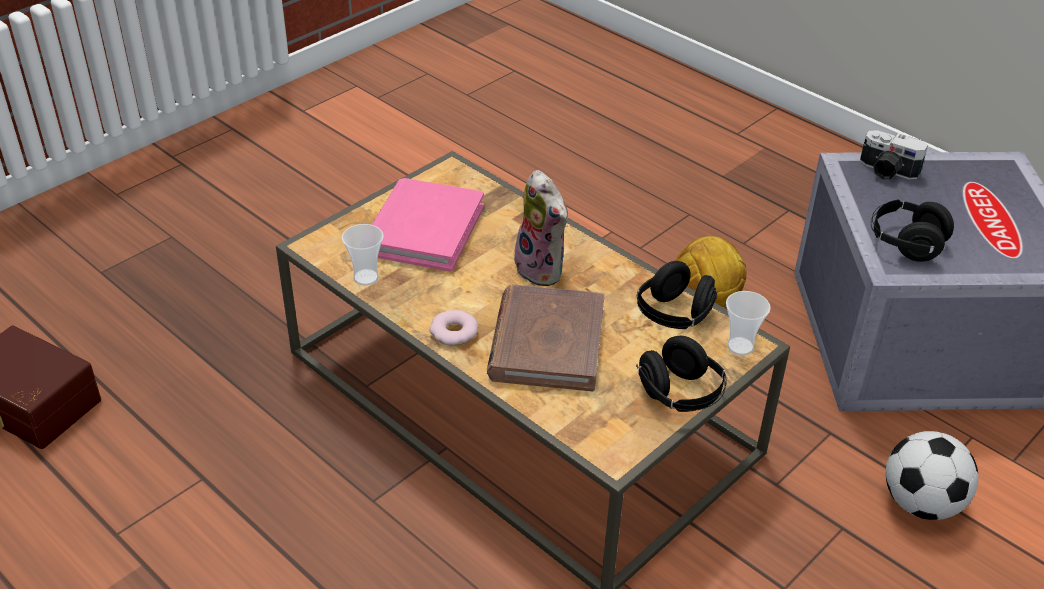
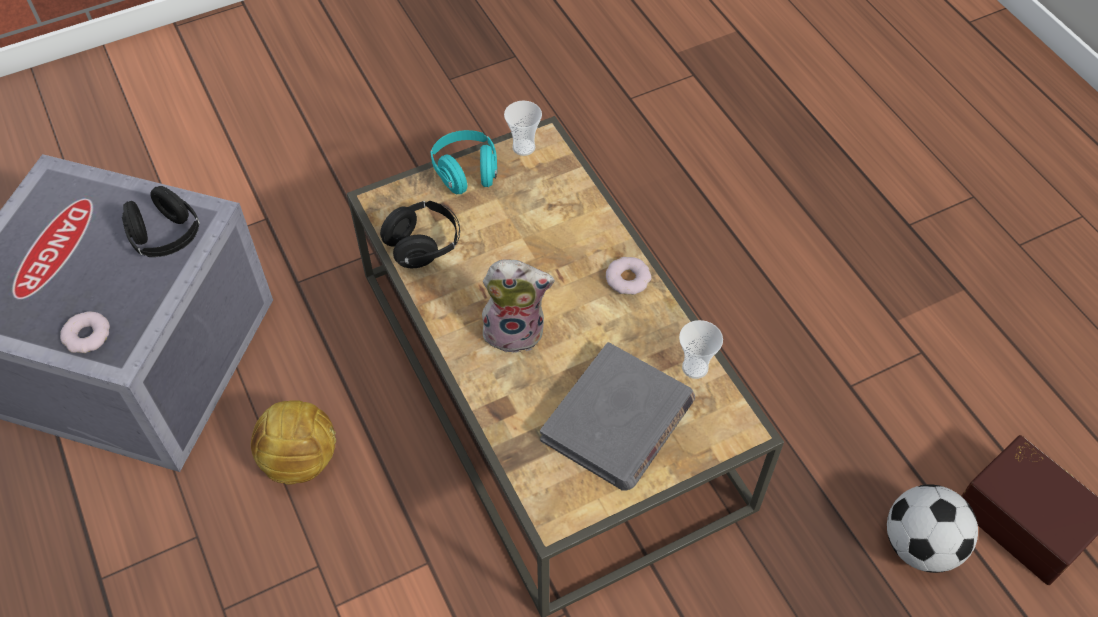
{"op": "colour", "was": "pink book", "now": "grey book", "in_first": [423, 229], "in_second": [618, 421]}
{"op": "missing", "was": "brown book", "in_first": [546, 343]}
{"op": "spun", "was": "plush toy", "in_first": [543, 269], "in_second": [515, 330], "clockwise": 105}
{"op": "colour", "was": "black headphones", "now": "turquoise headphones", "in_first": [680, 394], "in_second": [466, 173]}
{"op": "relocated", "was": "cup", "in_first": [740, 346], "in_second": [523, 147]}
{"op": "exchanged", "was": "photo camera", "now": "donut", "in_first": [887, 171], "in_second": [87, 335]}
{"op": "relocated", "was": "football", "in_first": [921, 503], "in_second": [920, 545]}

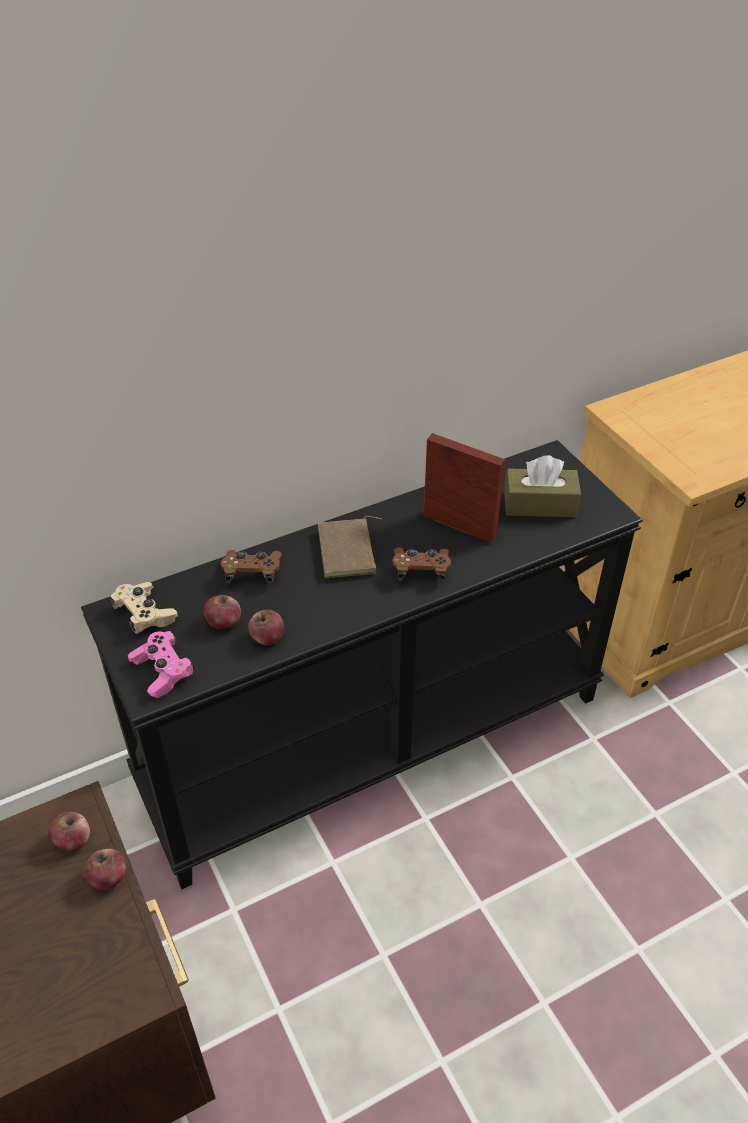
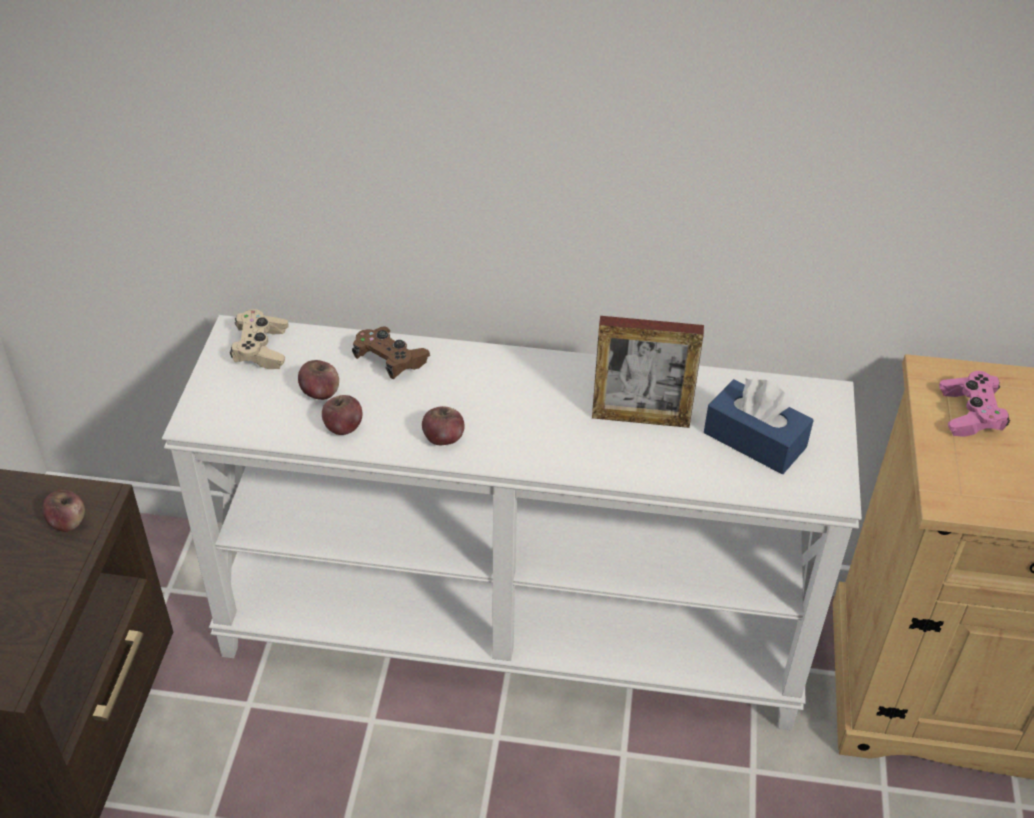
{"op": "colour", "was": "black console table", "now": "white console table", "in_first": [373, 738], "in_second": [514, 627]}
{"op": "relocated", "was": "apple", "in_first": [108, 877], "in_second": [443, 438]}
{"op": "relocated", "was": "pink game controller", "in_first": [163, 671], "in_second": [969, 414]}
{"op": "missing", "was": "brown book", "in_first": [349, 551]}
{"op": "missing", "was": "brown game controller", "in_first": [421, 571]}
{"op": "spun", "was": "picture frame", "in_first": [459, 526], "in_second": [640, 418], "clockwise": 120}
{"op": "colour", "was": "brown tissue box", "now": "blue tissue box", "in_first": [539, 504], "in_second": [754, 440]}

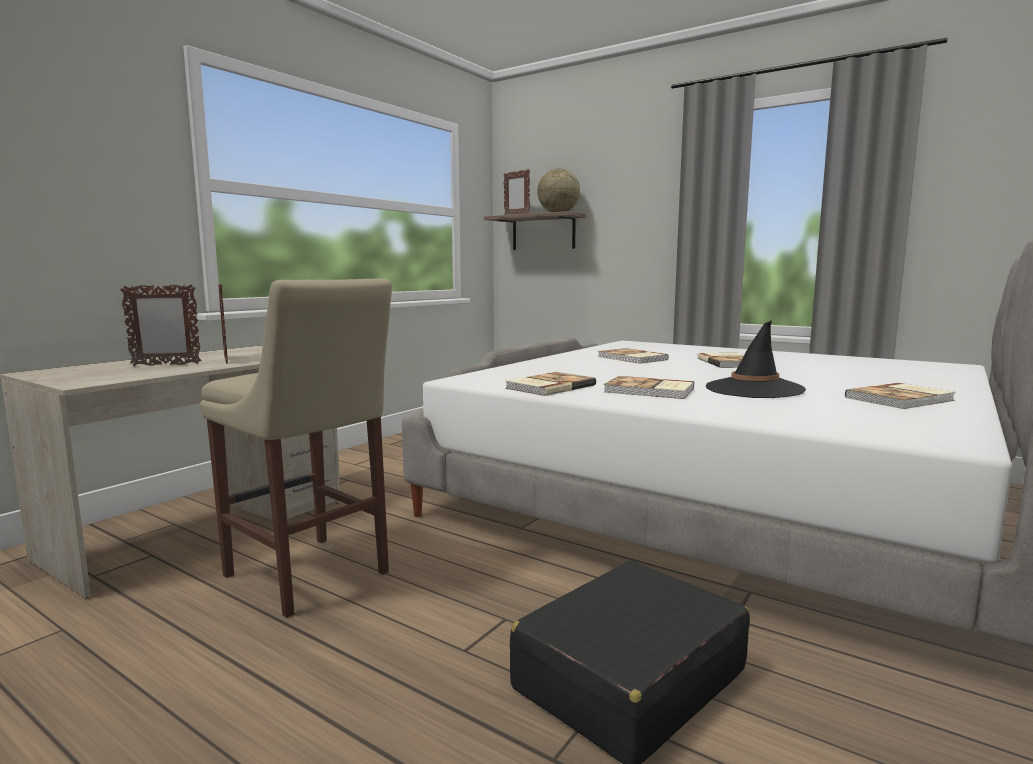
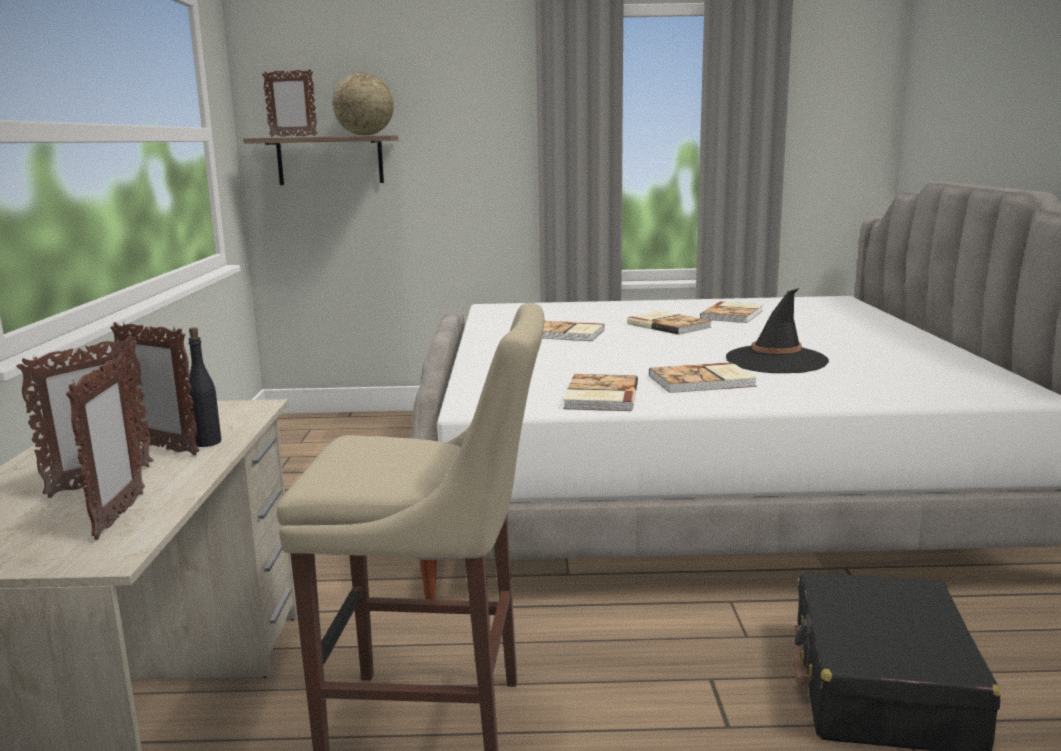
{"op": "relocated", "was": "book", "in_first": [901, 399], "in_second": [733, 315]}
{"op": "appeared", "now": "picture frame", "in_second": [119, 516]}
{"op": "appeared", "now": "black bottle", "in_second": [206, 442]}

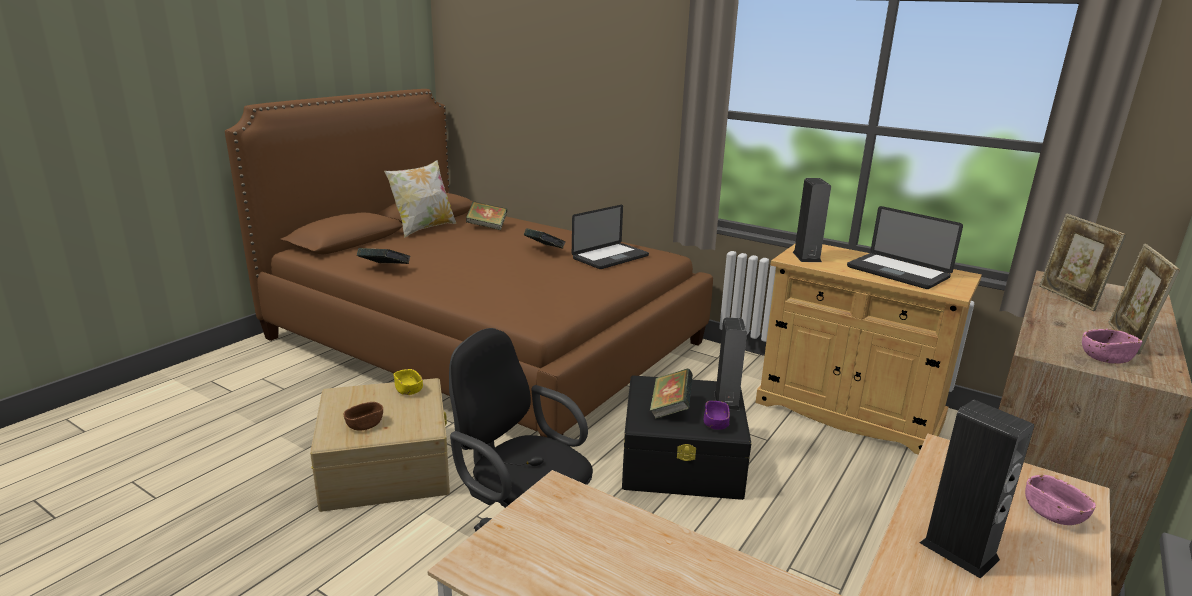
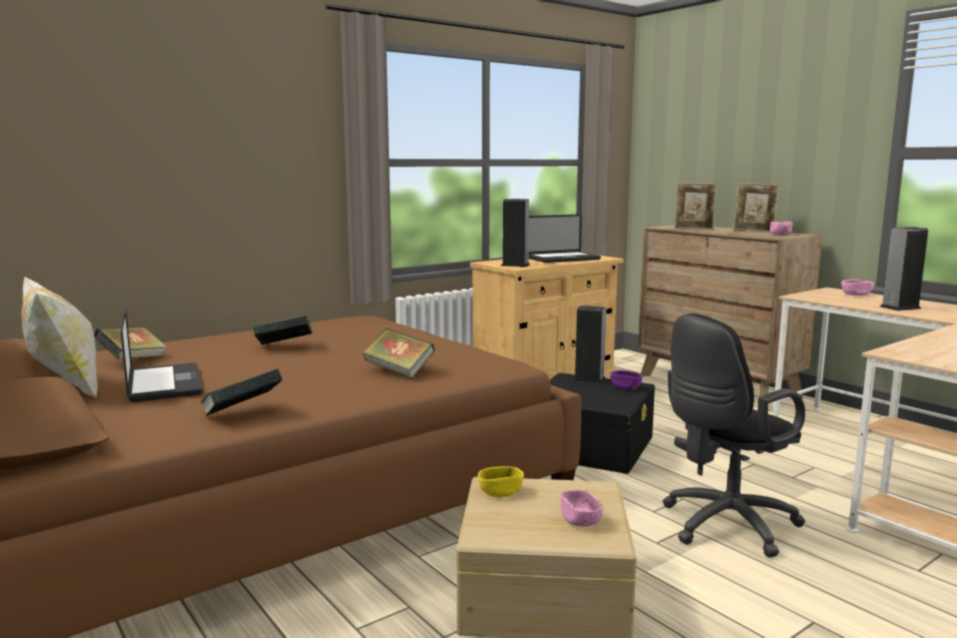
{"op": "colour", "was": "brown bowl", "now": "pink bowl", "in_first": [365, 425], "in_second": [580, 520]}
{"op": "relocated", "was": "laptop", "in_first": [610, 257], "in_second": [164, 384]}
{"op": "relocated", "was": "book", "in_first": [670, 408], "in_second": [399, 371]}

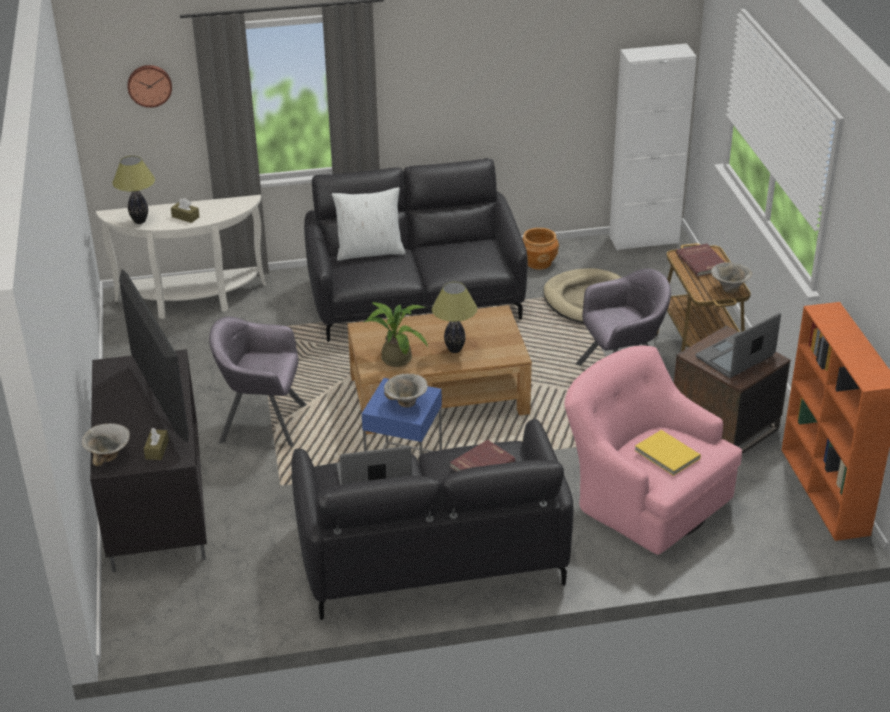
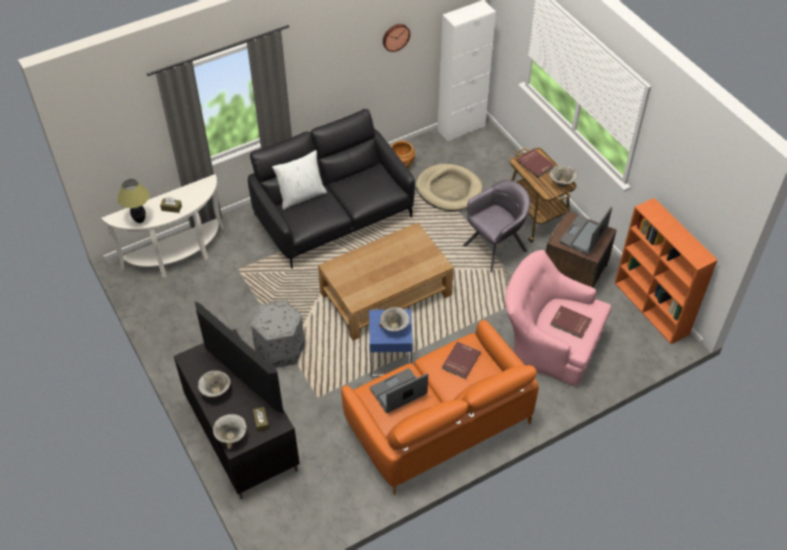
{"op": "relocated", "was": "wall clock", "in_first": [149, 85], "in_second": [395, 36]}
{"op": "exchanged", "was": "grey armchair", "now": "grey ottoman", "in_first": [262, 423], "in_second": [280, 349]}
{"op": "colour", "was": "black sofa", "now": "orange sofa", "in_first": [430, 550], "in_second": [437, 421]}
{"op": "missing", "was": "potted plant", "in_first": [395, 356]}
{"op": "missing", "was": "table lamp", "in_first": [454, 349]}
{"op": "colour", "was": "yellow book", "now": "red book", "in_first": [666, 455], "in_second": [570, 323]}
{"op": "appeared", "now": "bowl", "in_second": [215, 392]}

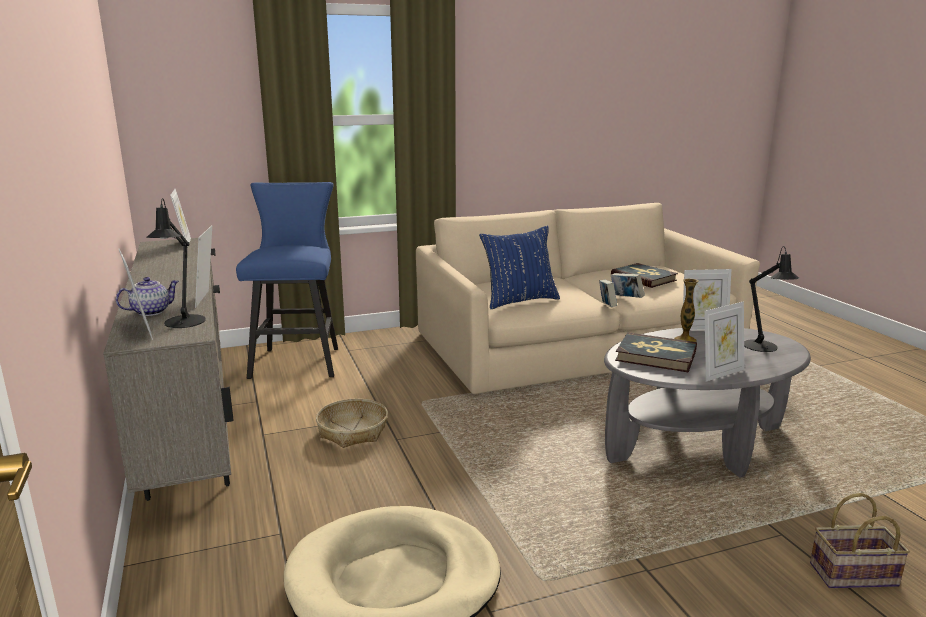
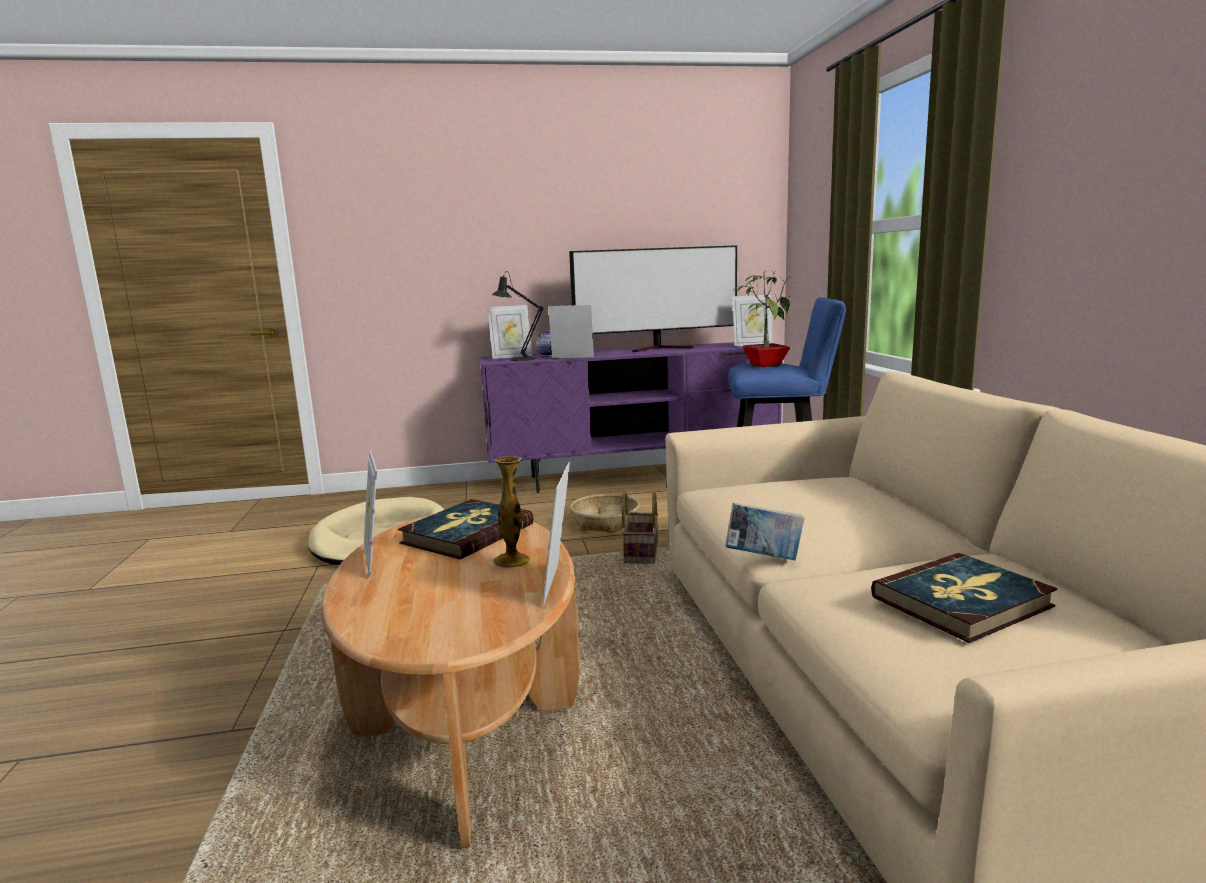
{"op": "colour", "was": "beige tv stand", "now": "purple tv stand", "in_first": [189, 426], "in_second": [635, 476]}
{"op": "missing", "was": "blue pillow", "in_first": [519, 301]}
{"op": "colour", "was": "grey coffee table", "now": "brown coffee table", "in_first": [696, 445], "in_second": [466, 722]}
{"op": "missing", "was": "book", "in_first": [626, 298]}
{"op": "missing", "was": "black table lamp", "in_first": [763, 347]}
{"op": "relocated", "was": "basket", "in_first": [852, 576], "in_second": [640, 553]}
{"op": "appeared", "now": "television", "in_second": [662, 348]}
{"op": "appeared", "now": "potted plant", "in_second": [764, 365]}

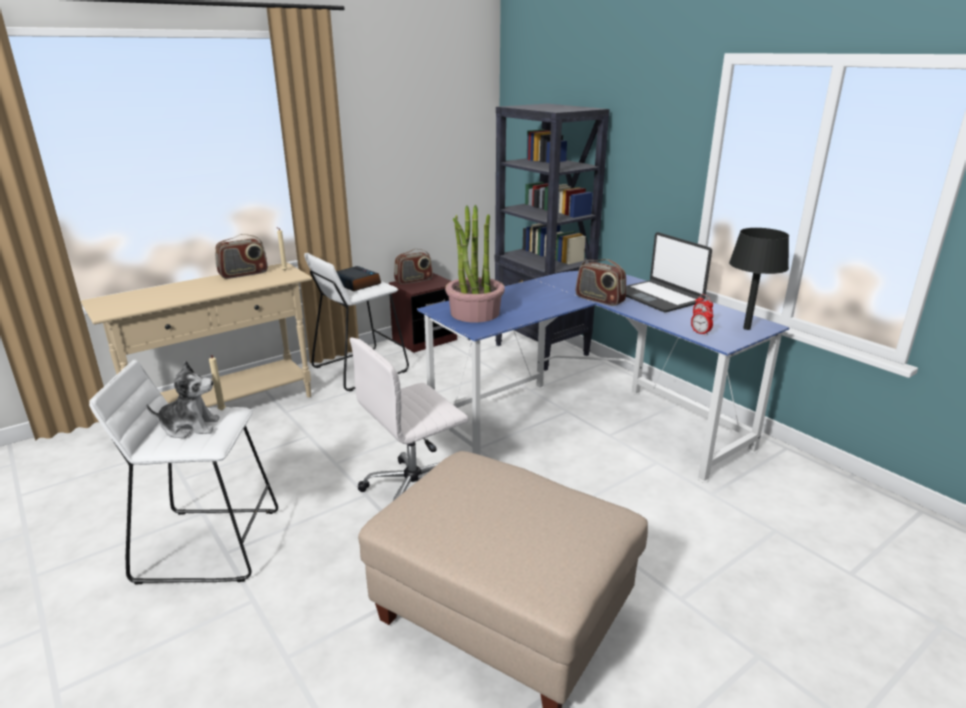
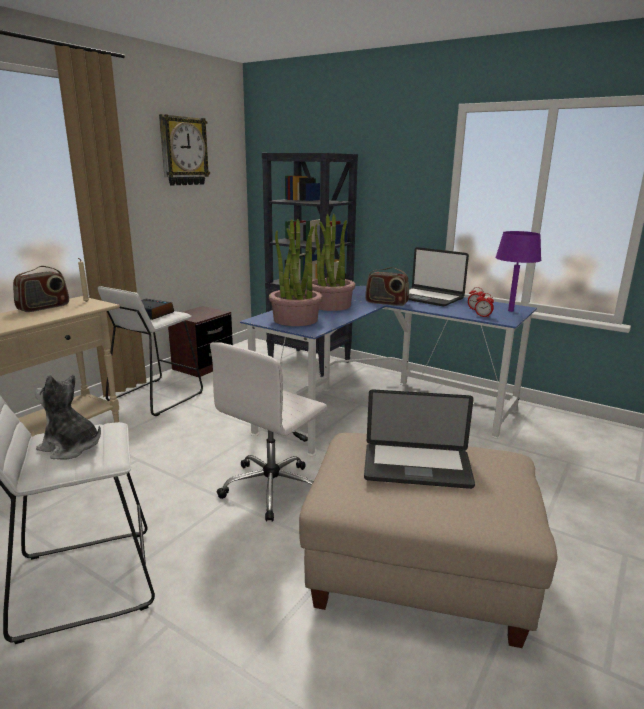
{"op": "spun", "was": "plush toy", "in_first": [190, 427], "in_second": [71, 447], "clockwise": -135}
{"op": "missing", "was": "beige candle", "in_first": [222, 411]}
{"op": "missing", "was": "radio", "in_first": [413, 280]}
{"op": "colour", "was": "black table lamp", "now": "purple table lamp", "in_first": [746, 328], "in_second": [510, 310]}
{"op": "appeared", "now": "wall clock", "in_second": [183, 151]}
{"op": "appeared", "now": "potted plant", "in_second": [330, 305]}
{"op": "appeared", "now": "laptop", "in_second": [417, 467]}

